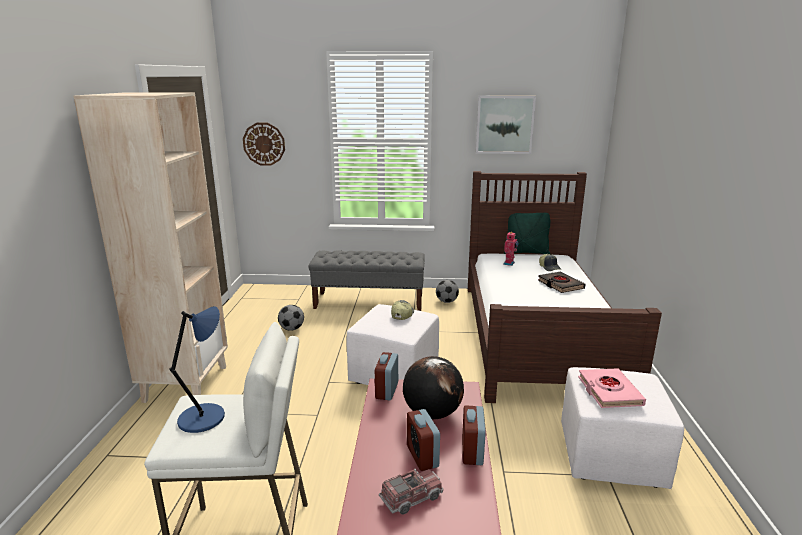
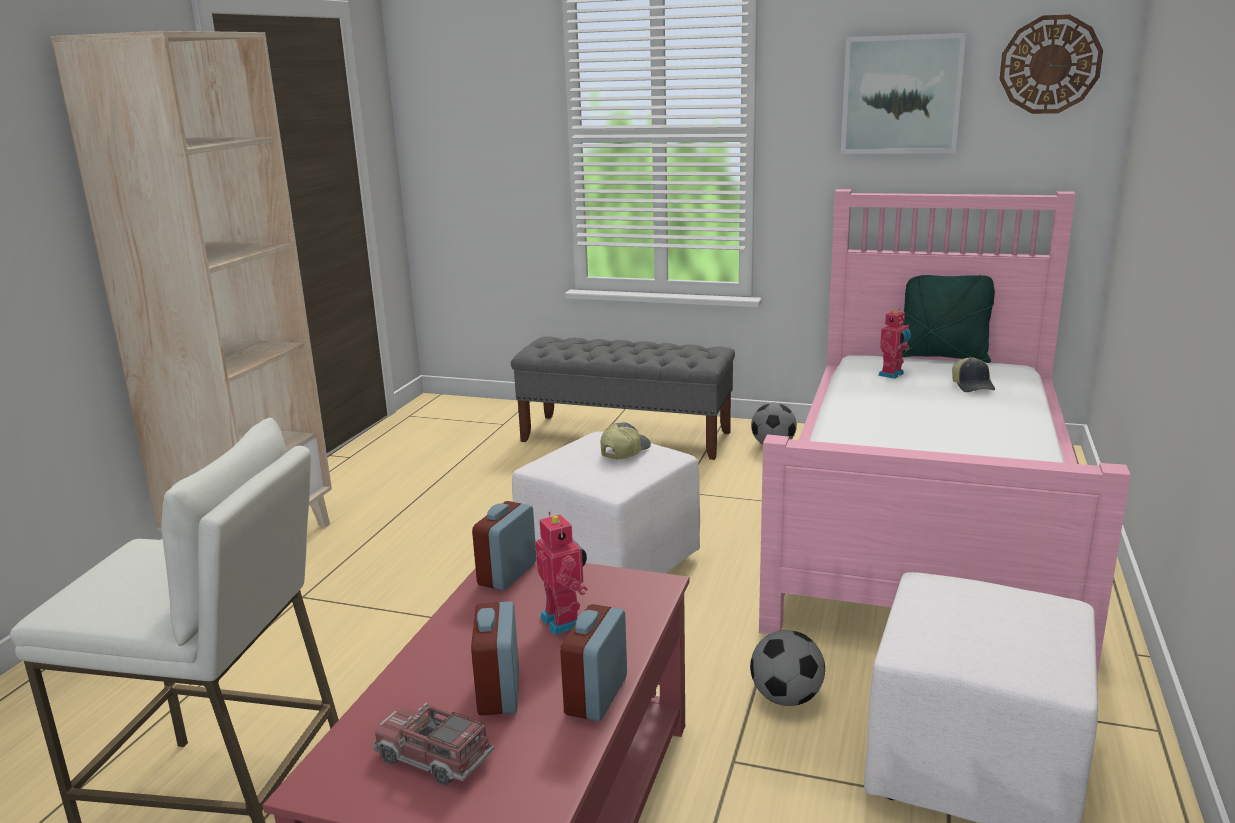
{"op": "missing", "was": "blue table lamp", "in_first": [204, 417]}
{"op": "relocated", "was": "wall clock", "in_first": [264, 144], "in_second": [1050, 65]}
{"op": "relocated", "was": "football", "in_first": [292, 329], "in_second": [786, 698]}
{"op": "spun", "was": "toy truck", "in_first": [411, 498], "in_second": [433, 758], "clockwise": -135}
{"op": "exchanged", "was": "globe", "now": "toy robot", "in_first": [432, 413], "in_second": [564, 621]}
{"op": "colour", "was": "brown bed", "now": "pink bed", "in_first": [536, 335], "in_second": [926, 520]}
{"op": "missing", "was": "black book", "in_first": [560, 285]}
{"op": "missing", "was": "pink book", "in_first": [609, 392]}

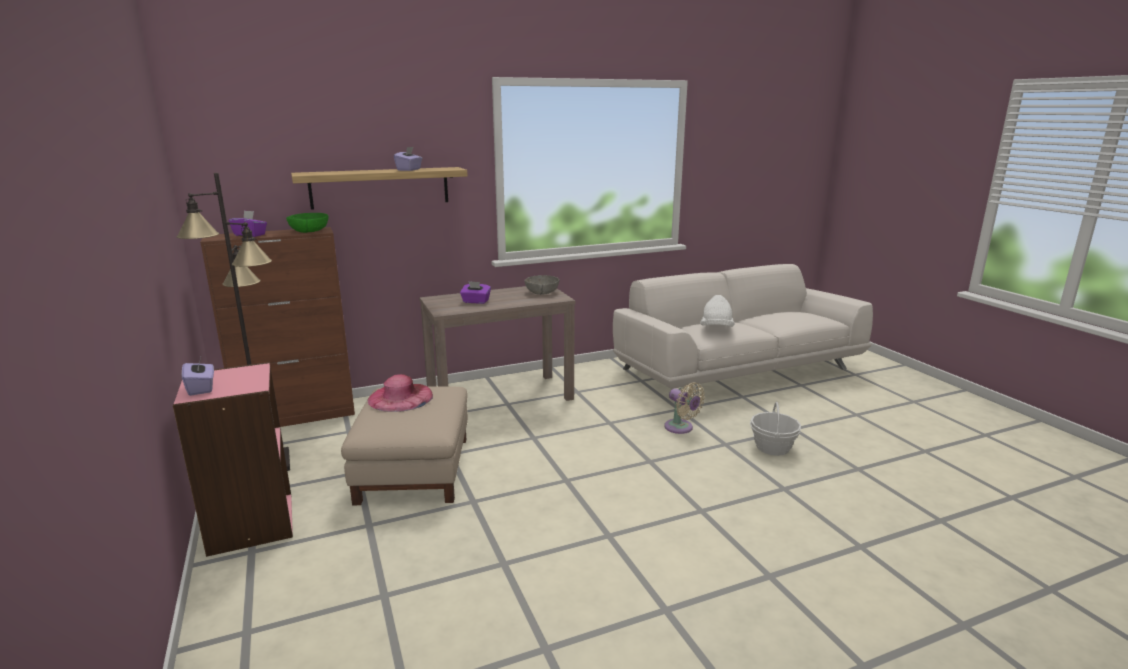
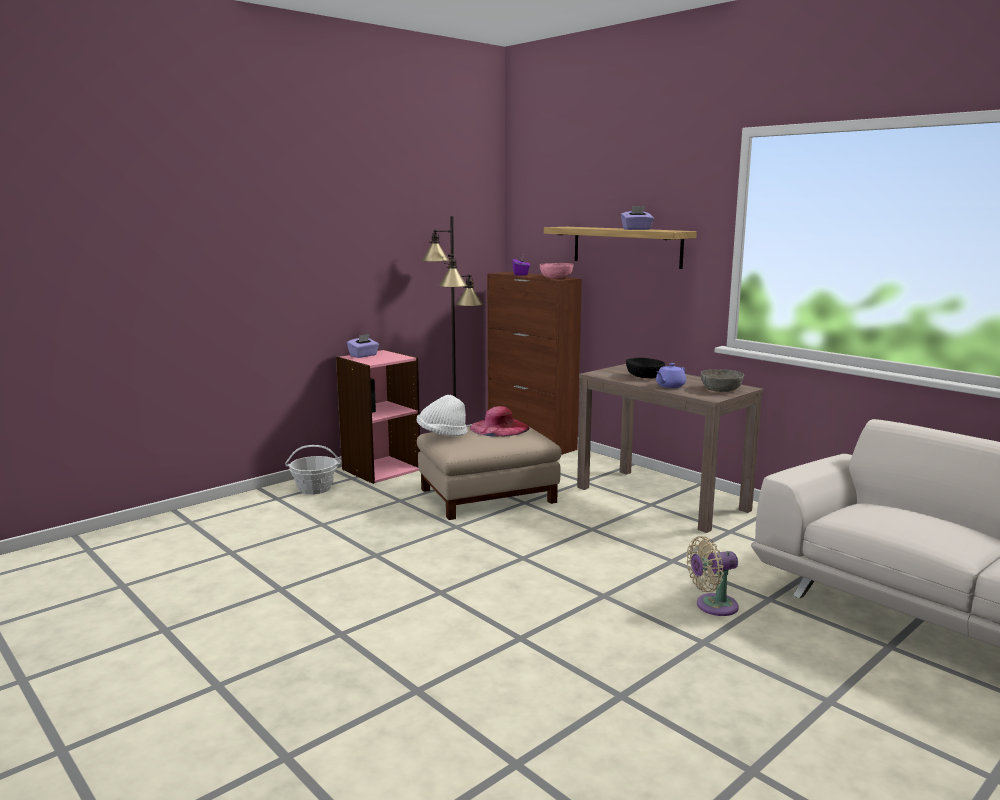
{"op": "colour", "was": "green bowl", "now": "pink bowl", "in_first": [309, 231], "in_second": [556, 277]}
{"op": "exchanged", "was": "purple tissue box", "now": "black bowl", "in_first": [475, 301], "in_second": [644, 376]}
{"op": "spun", "was": "beige fan", "in_first": [681, 428], "in_second": [712, 606], "clockwise": 45}
{"op": "relocated", "was": "white hat", "in_first": [716, 329], "in_second": [442, 434]}
{"op": "relocated", "was": "basket", "in_first": [772, 447], "in_second": [314, 488]}
{"op": "appeared", "now": "purple teapot", "in_second": [670, 386]}

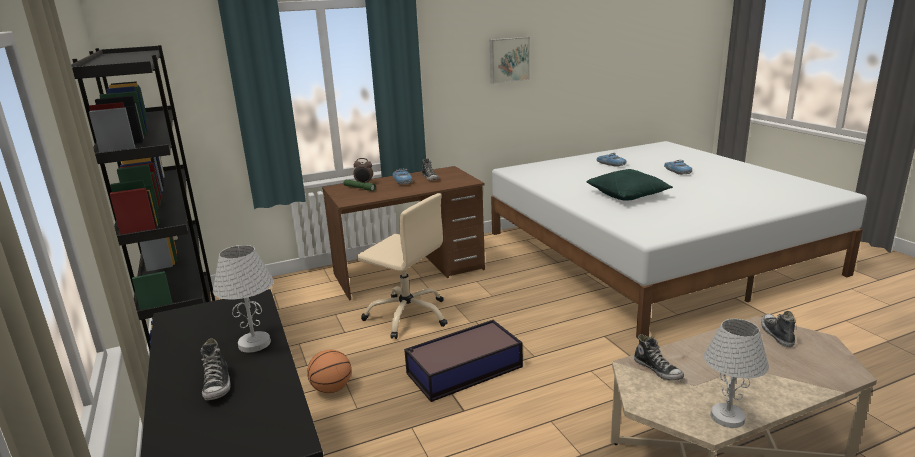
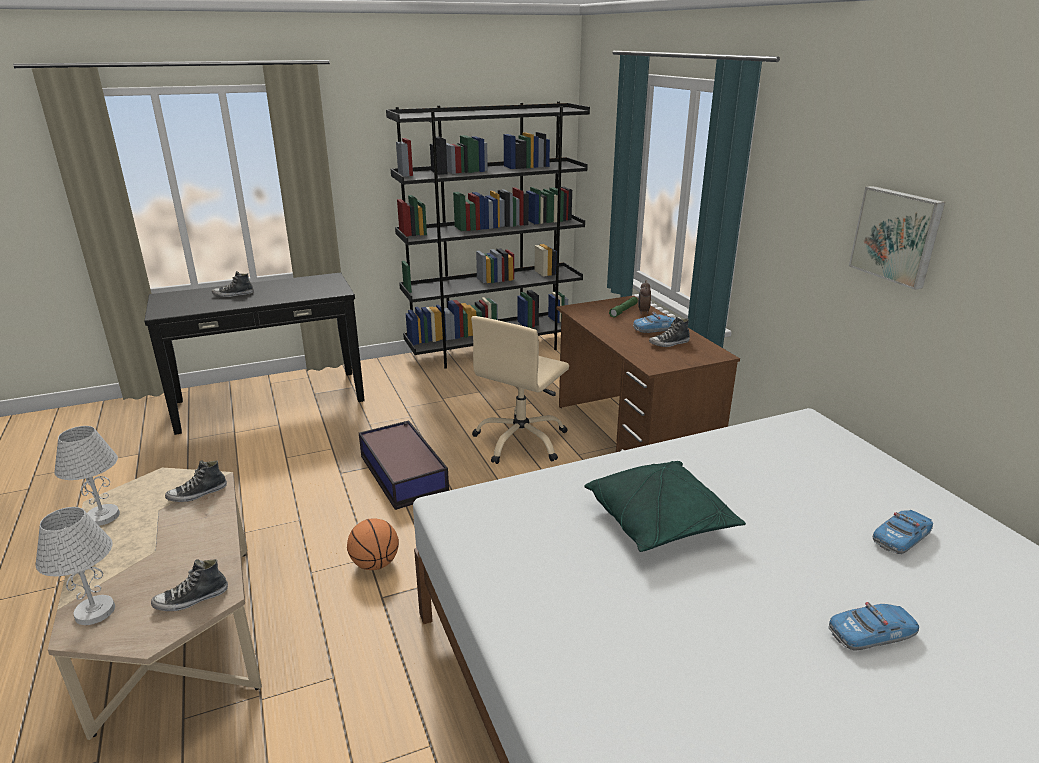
{"op": "relocated", "was": "white table lamp", "in_first": [255, 343], "in_second": [95, 612]}
{"op": "relocated", "was": "basketball", "in_first": [332, 389], "in_second": [375, 564]}
{"op": "spun", "was": "shoe", "in_first": [776, 334], "in_second": [191, 599], "clockwise": 150}

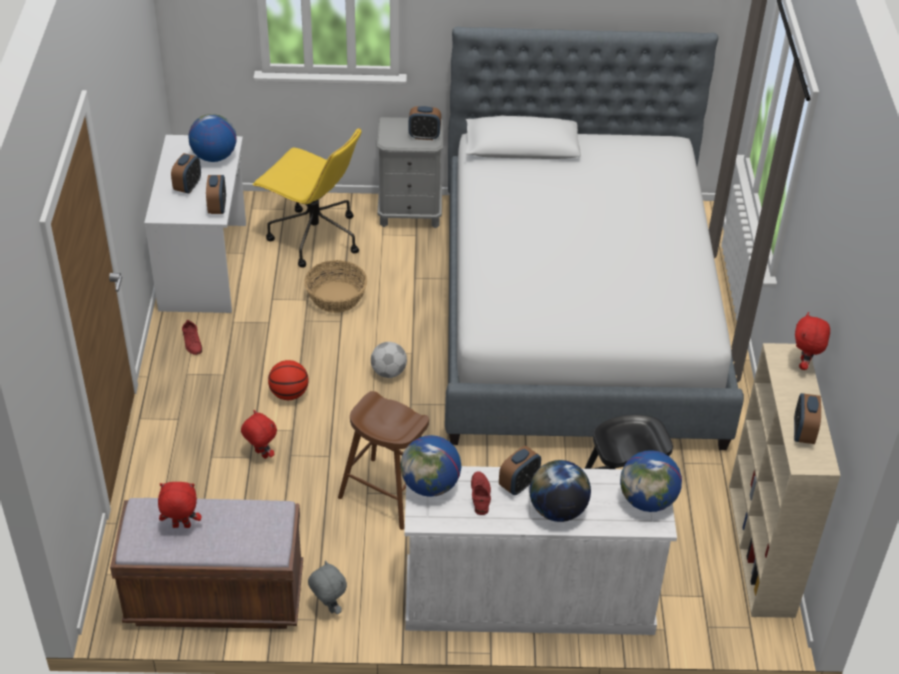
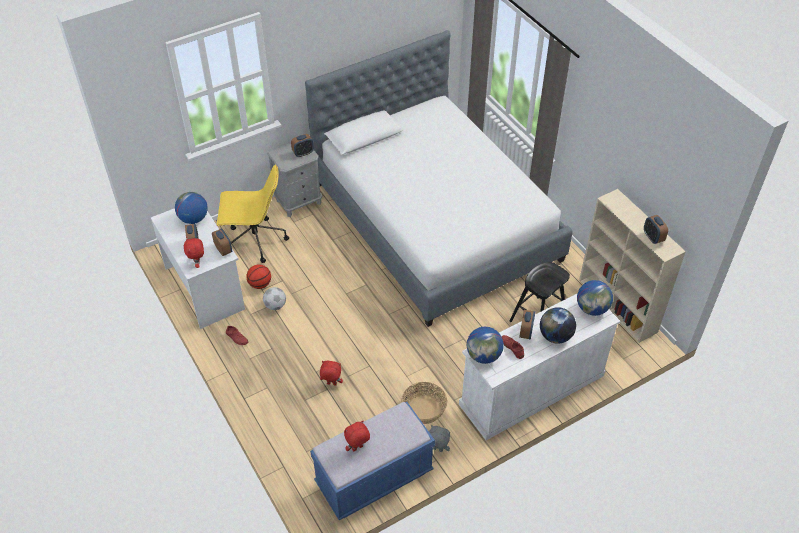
{"op": "colour", "was": "brown bench", "now": "blue bench", "in_first": [215, 598], "in_second": [374, 478]}
{"op": "relocated", "was": "basketball", "in_first": [289, 394], "in_second": [260, 284]}
{"op": "relocated", "was": "basket", "in_first": [336, 297], "in_second": [424, 409]}
{"op": "missing", "was": "brown stool", "in_first": [387, 493]}
{"op": "relocated", "was": "football", "in_first": [388, 372], "in_second": [275, 305]}
{"op": "relocated", "was": "red plush toy", "in_first": [804, 365], "in_second": [198, 264]}

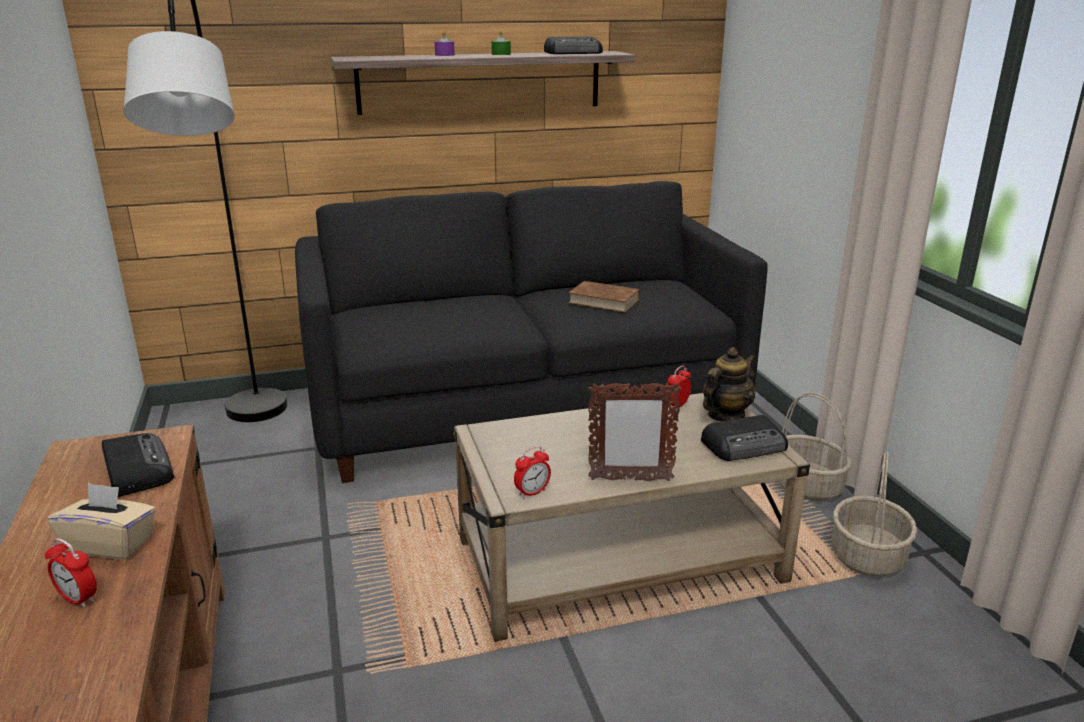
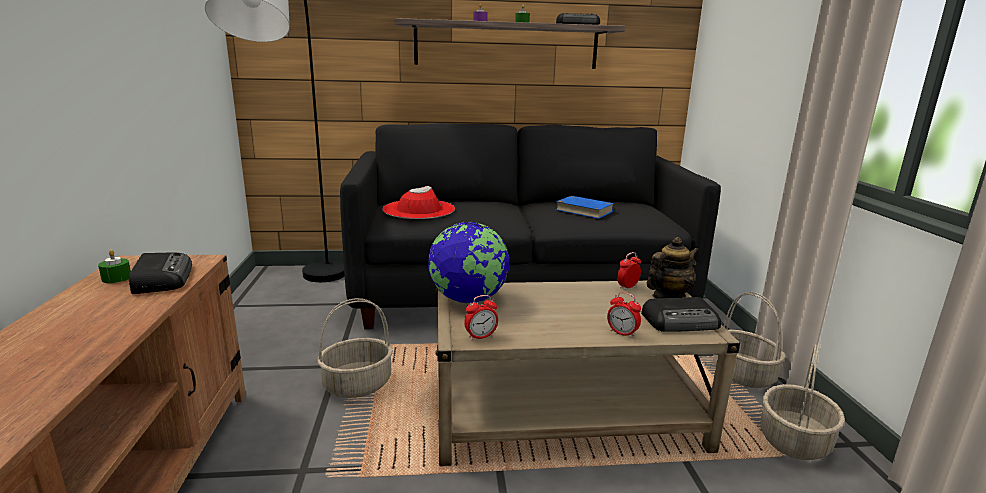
{"op": "relocated", "was": "alarm clock", "in_first": [78, 599], "in_second": [622, 333]}
{"op": "missing", "was": "beige tissue box", "in_first": [111, 544]}
{"op": "colour", "was": "brown book", "now": "blue book", "in_first": [603, 301], "in_second": [584, 210]}
{"op": "missing", "was": "picture frame", "in_first": [630, 479]}
{"op": "appeared", "now": "green candle", "in_second": [116, 278]}
{"op": "appeared", "now": "basket", "in_second": [358, 384]}
{"op": "appeared", "now": "red hat", "in_second": [418, 209]}
{"op": "appeared", "now": "globe", "in_second": [468, 300]}

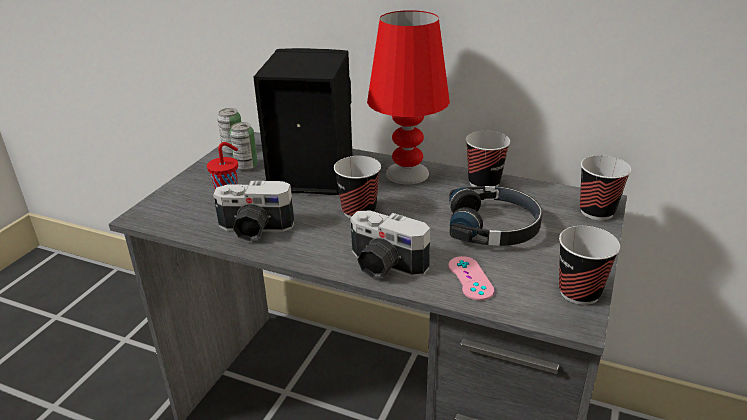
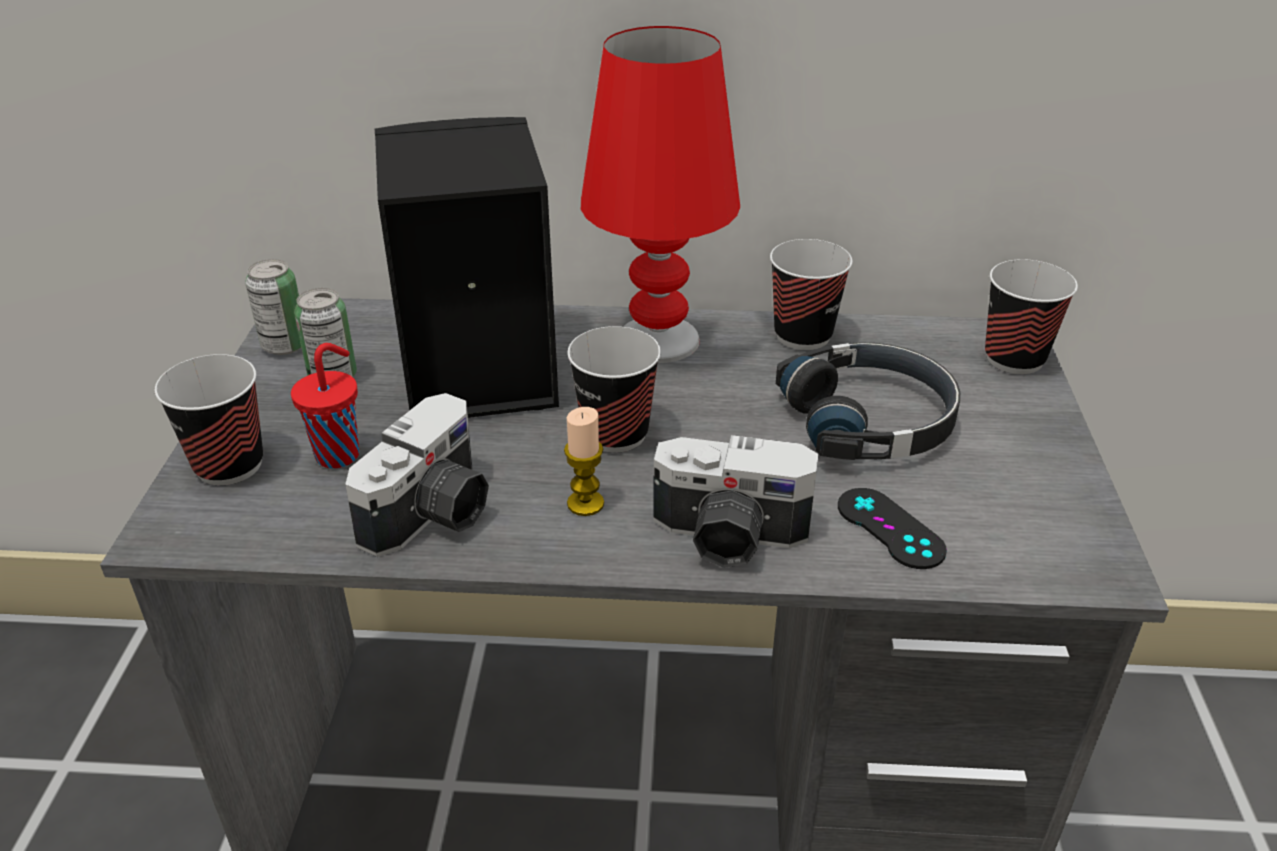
{"op": "spun", "was": "photo camera", "in_first": [254, 230], "in_second": [434, 514], "clockwise": -45}
{"op": "colour", "was": "pink game controller", "now": "black game controller", "in_first": [470, 278], "in_second": [890, 528]}
{"op": "relocated", "was": "cup", "in_first": [579, 292], "in_second": [229, 465]}
{"op": "appeared", "now": "candle", "in_second": [585, 504]}

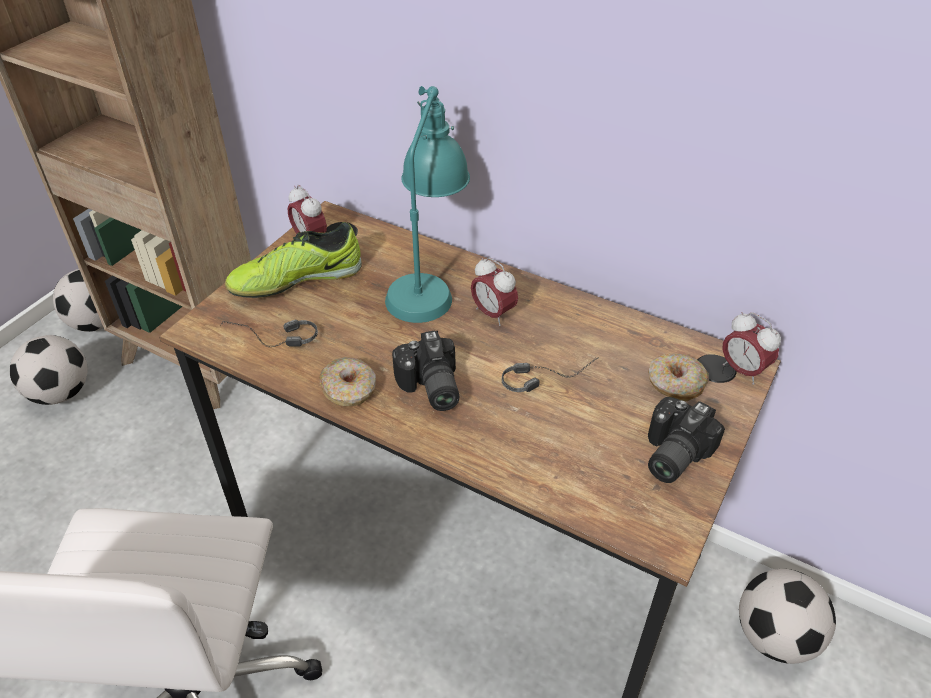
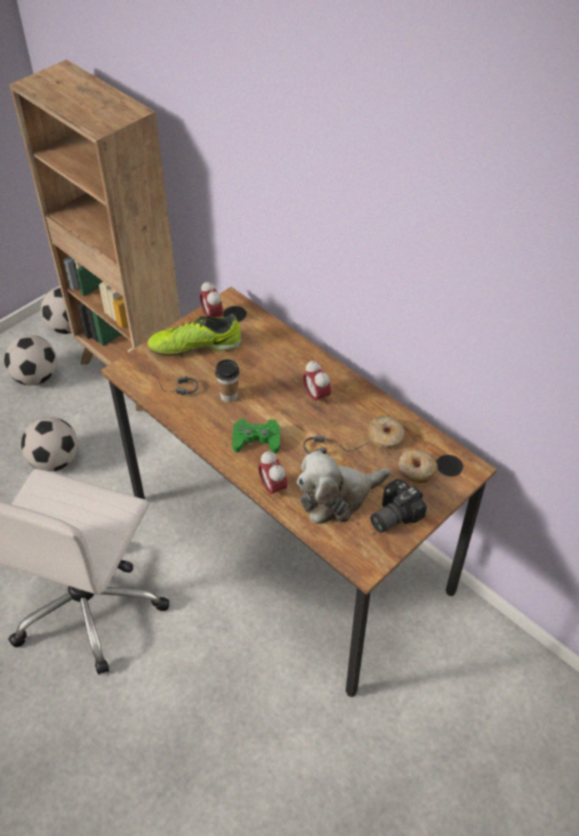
{"op": "relocated", "was": "donut", "in_first": [349, 389], "in_second": [385, 436]}
{"op": "missing", "was": "turquoise table lamp", "in_first": [427, 281]}
{"op": "exchanged", "was": "photo camera", "now": "green game controller", "in_first": [429, 388], "in_second": [256, 440]}
{"op": "relocated", "was": "alarm clock", "in_first": [742, 370], "in_second": [272, 488]}
{"op": "relocated", "was": "football", "in_first": [774, 636], "in_second": [55, 460]}
{"op": "appeared", "now": "cup", "in_second": [229, 396]}
{"op": "appeared", "now": "plush toy", "in_second": [337, 497]}

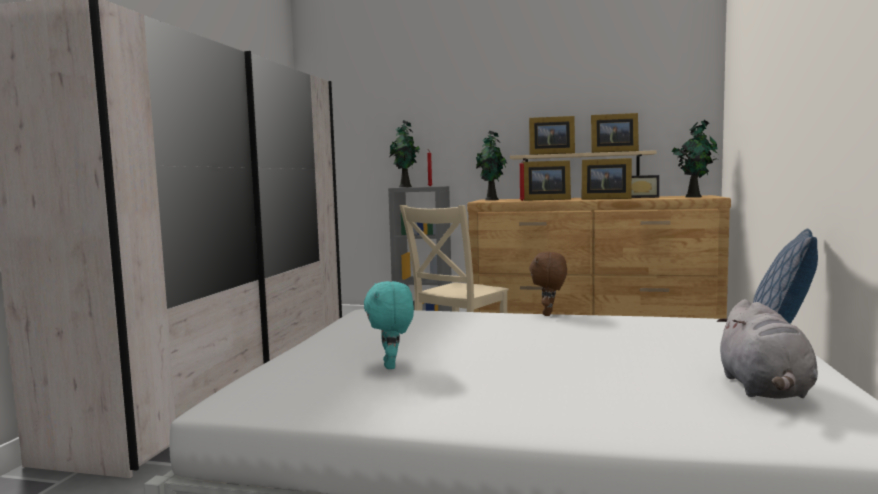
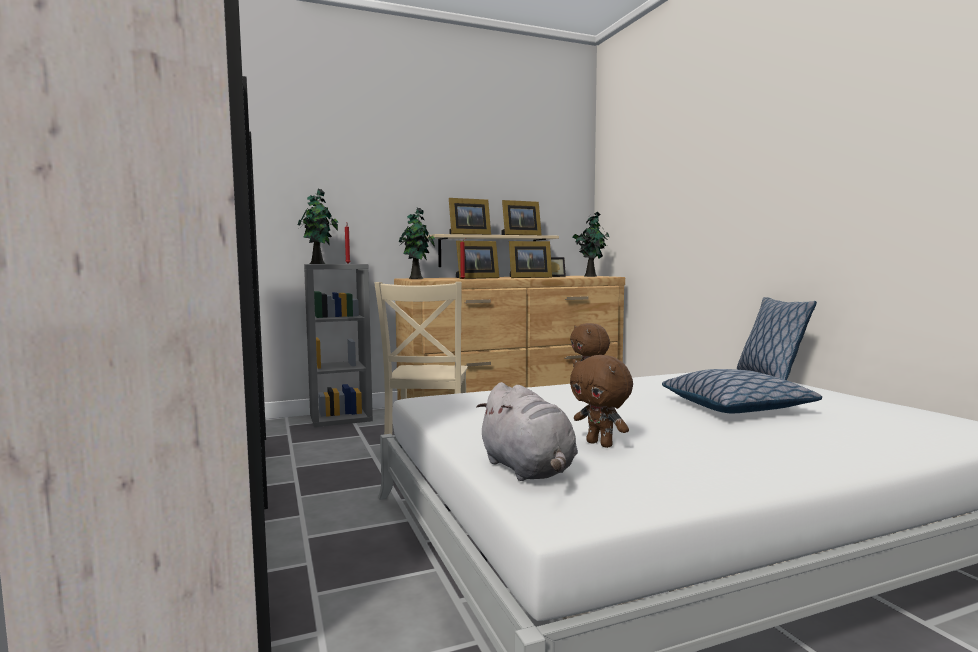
{"op": "colour", "was": "turquoise plush toy", "now": "brown plush toy", "in_first": [392, 365], "in_second": [600, 444]}
{"op": "relocated", "was": "grey plush toy", "in_first": [765, 390], "in_second": [528, 470]}
{"op": "appeared", "now": "pillow", "in_second": [735, 407]}

